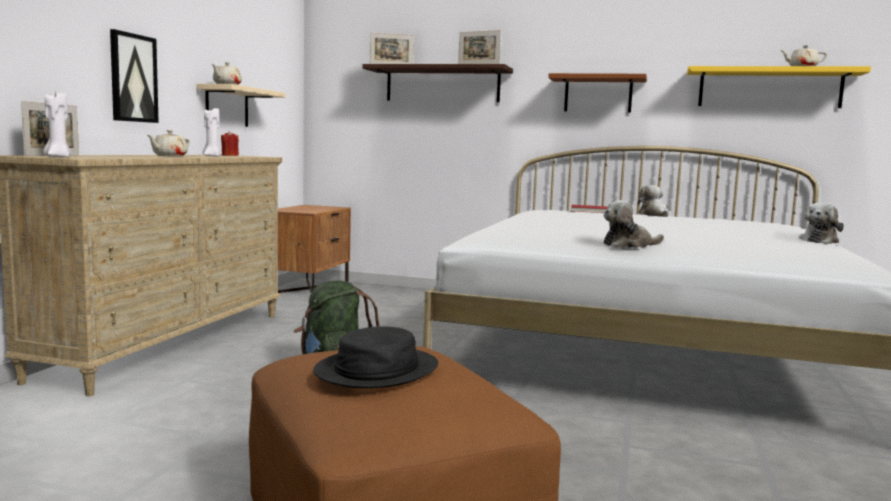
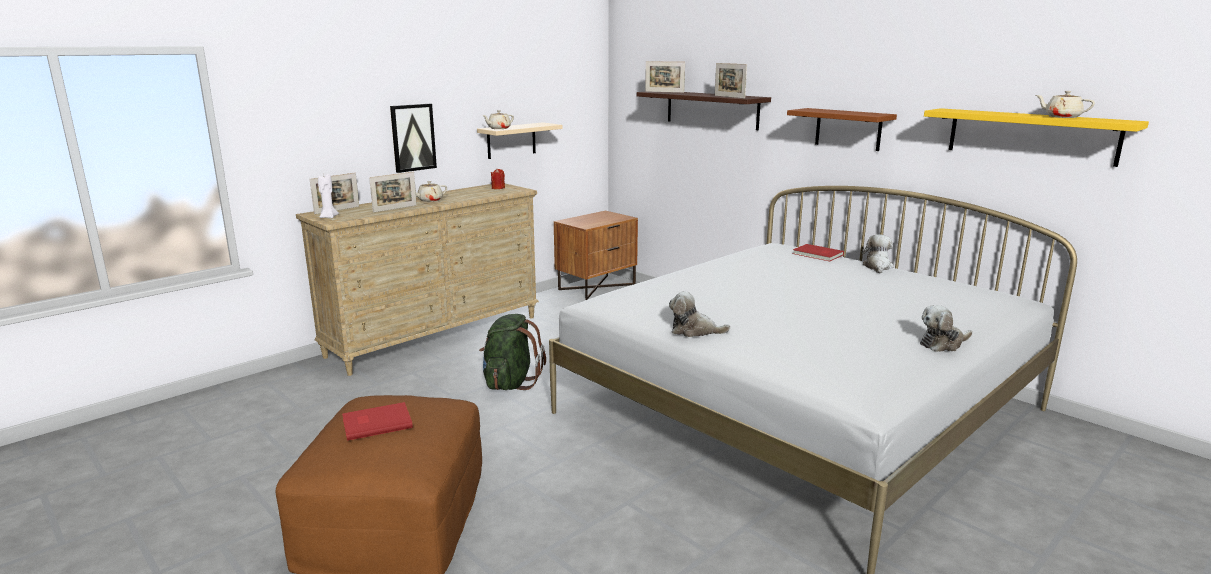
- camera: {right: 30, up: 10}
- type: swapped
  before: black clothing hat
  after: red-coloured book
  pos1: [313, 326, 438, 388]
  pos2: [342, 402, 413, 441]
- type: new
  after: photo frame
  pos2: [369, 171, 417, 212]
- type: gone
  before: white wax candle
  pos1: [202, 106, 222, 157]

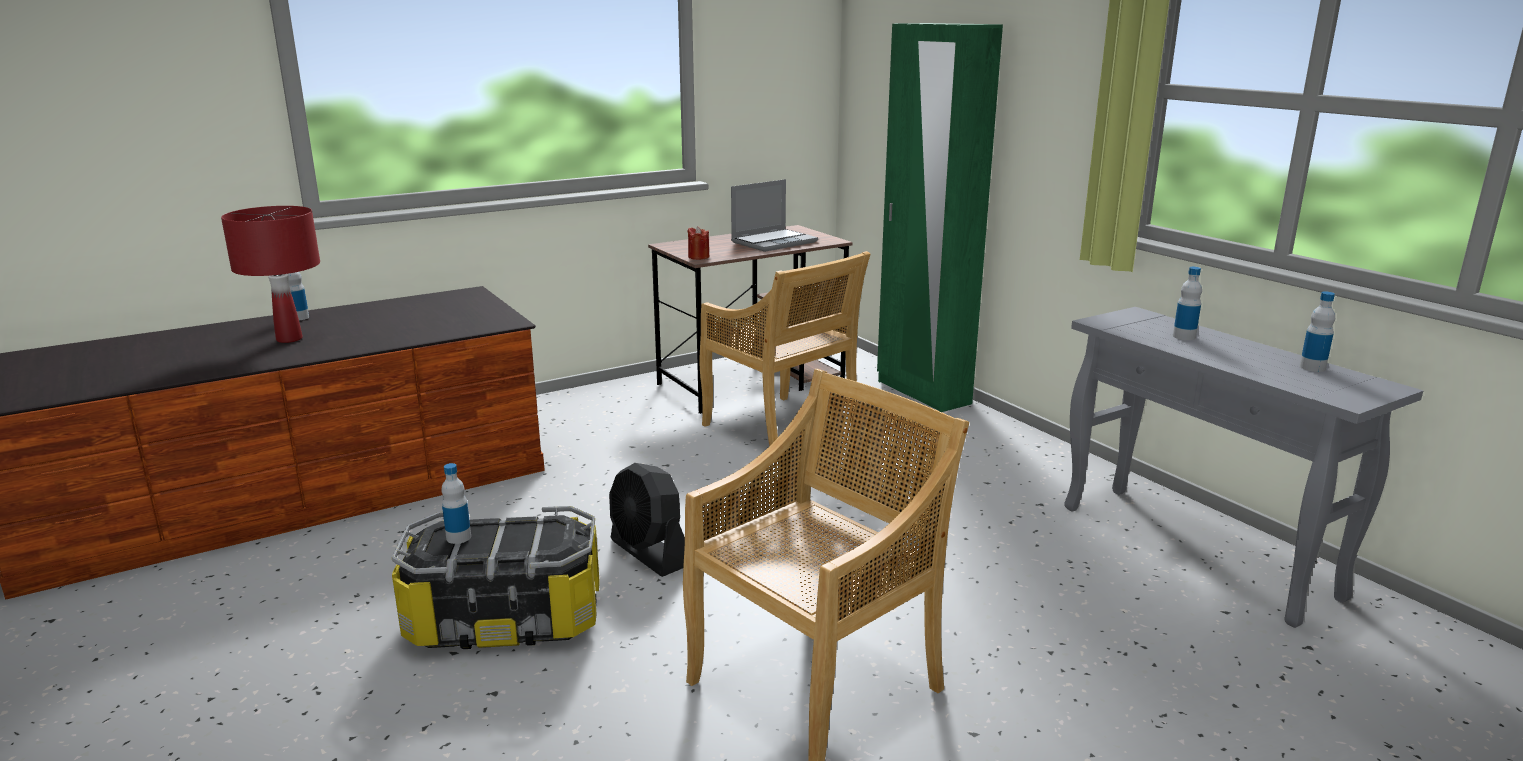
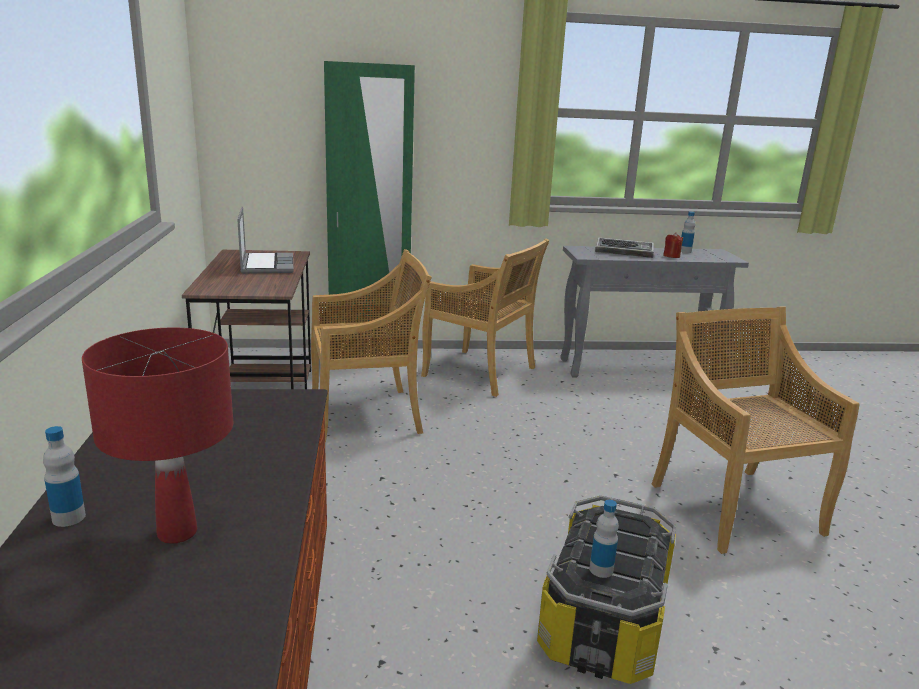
- camera: {right: -65, up: 0}
- type: new
  after: beige upright chair
  pos2: [421, 239, 549, 397]
- type: swapped
  before: drink bottle
  after: keyboard
  pos1: [1173, 267, 1202, 340]
  pos2: [595, 238, 654, 258]
- type: shifted
  before: red-coloured wax candle
  pos1: [687, 226, 709, 260]
  pos2: [663, 232, 684, 258]
- type: gone
  before: black cooling fan
  pos1: [609, 463, 685, 577]

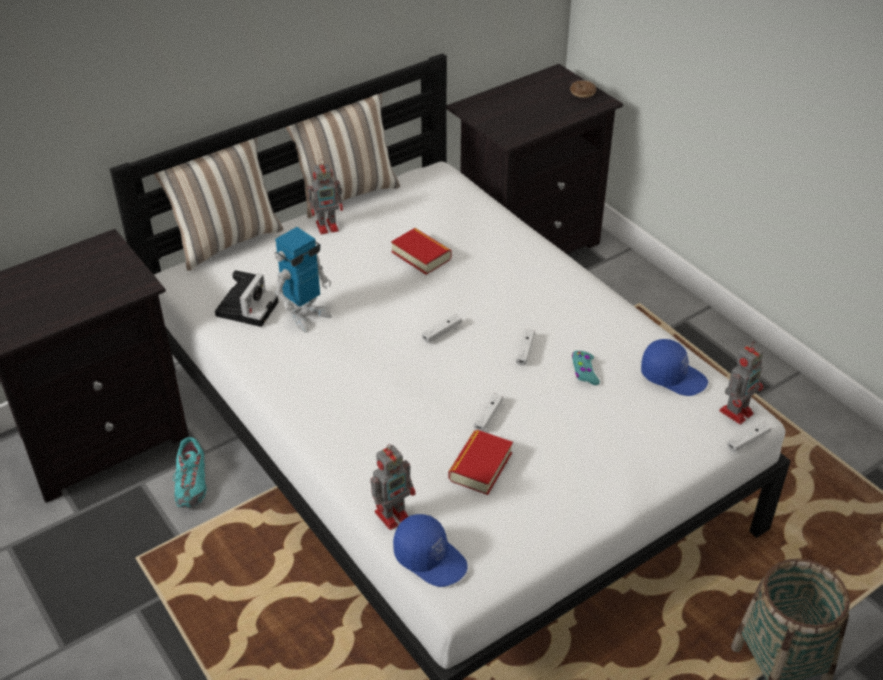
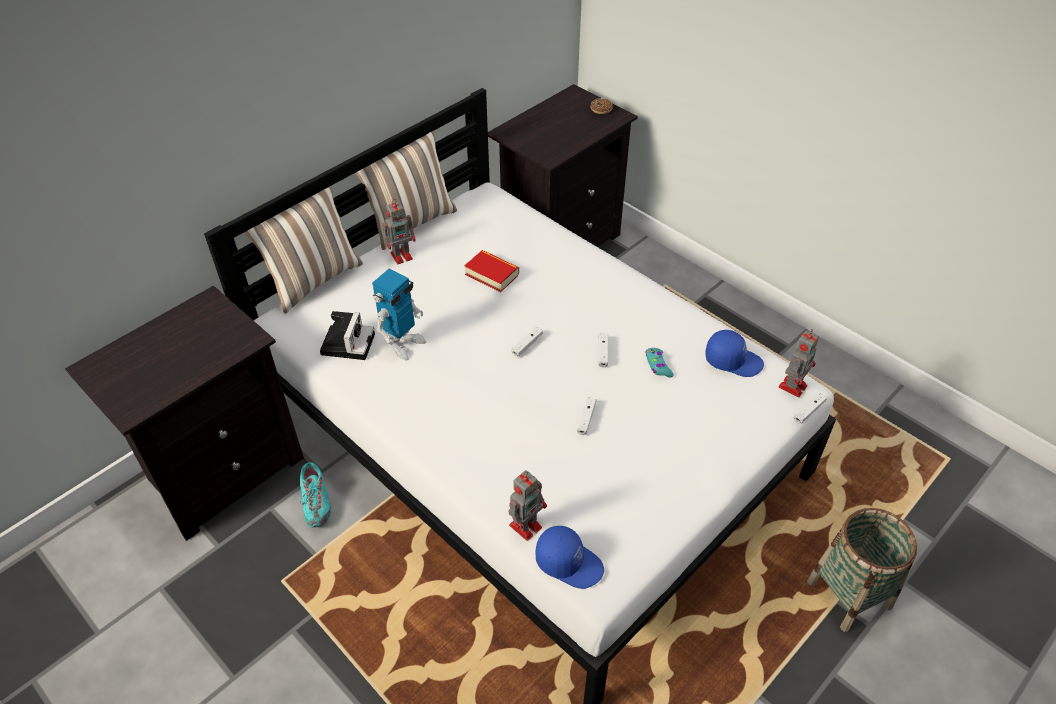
- camera: {right: -10, up: 5}
- type: gone
  before: book
  pos1: [448, 430, 513, 495]

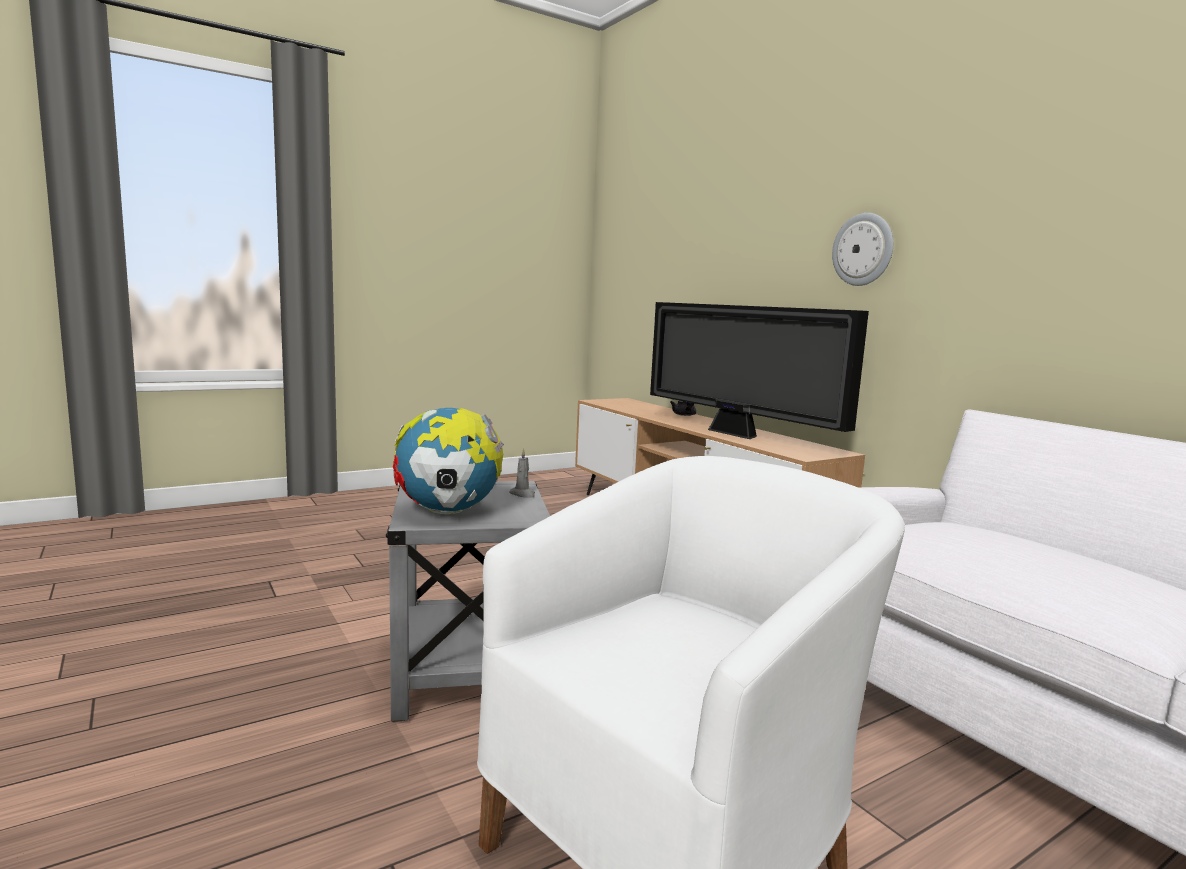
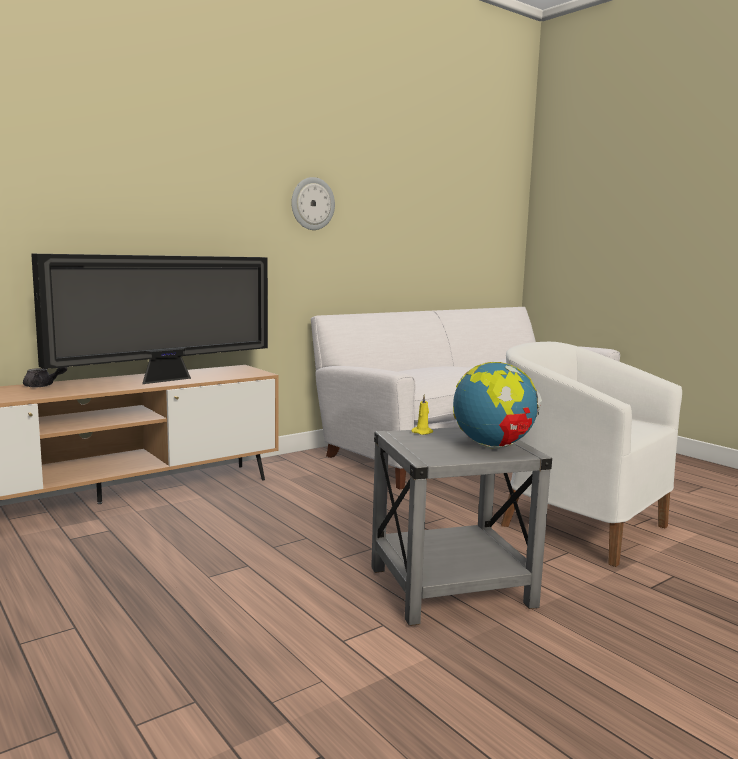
- camera: {right: -95, up: 0}
- type: shifted
  before: clock on the wall
  pos1: [832, 213, 893, 286]
  pos2: [291, 177, 335, 230]
- type: repainted
  before: grey wax candle
  after: yellow-coloured wax candle
  pos1: [509, 448, 535, 498]
  pos2: [412, 394, 433, 435]

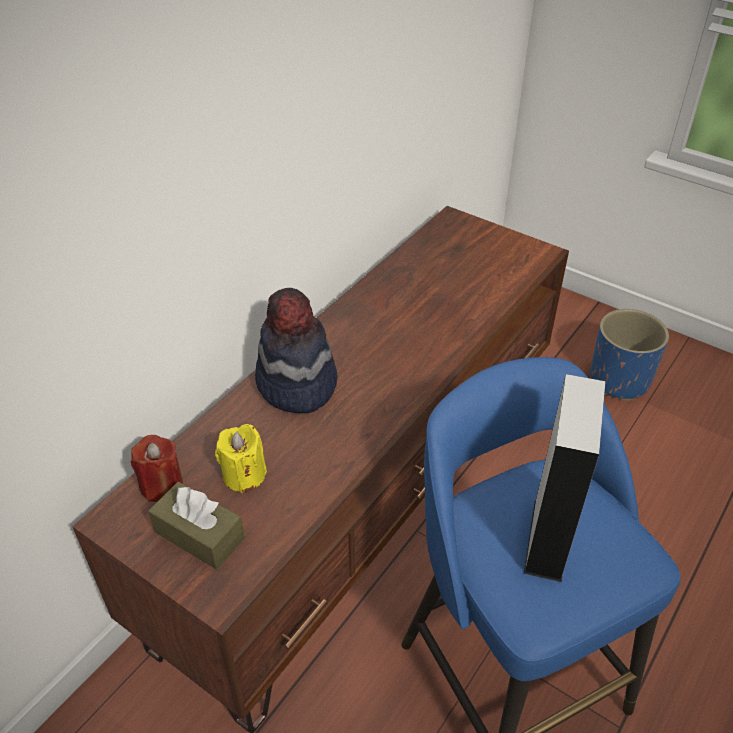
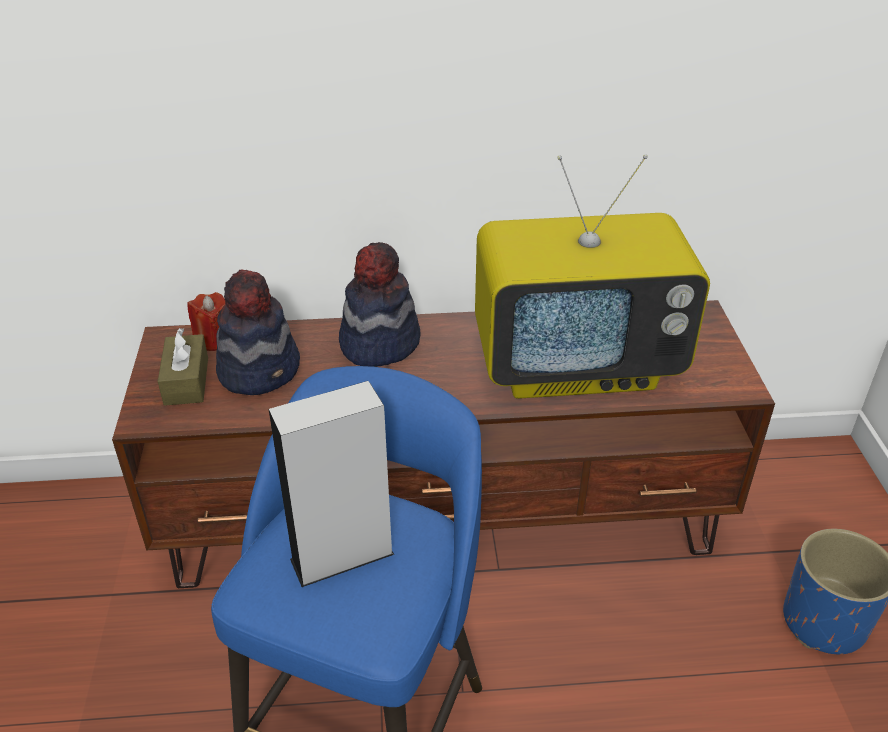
- camera: {right: 50, up: -5}
- type: swapped
  before: yellow-coloured wax candle
  after: clothing hat
  pos1: [215, 424, 267, 493]
  pos2: [216, 269, 300, 395]
- type: new
  after: television
  pos2: [475, 154, 710, 399]

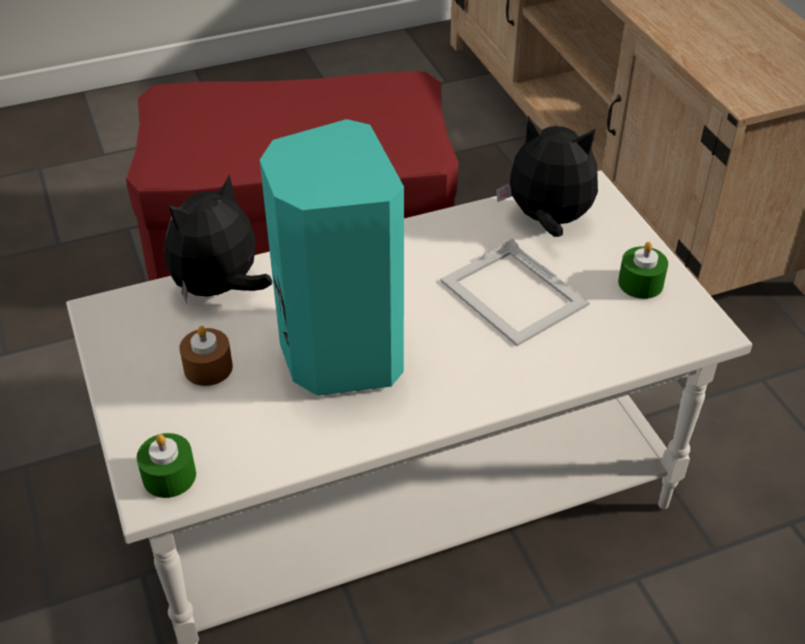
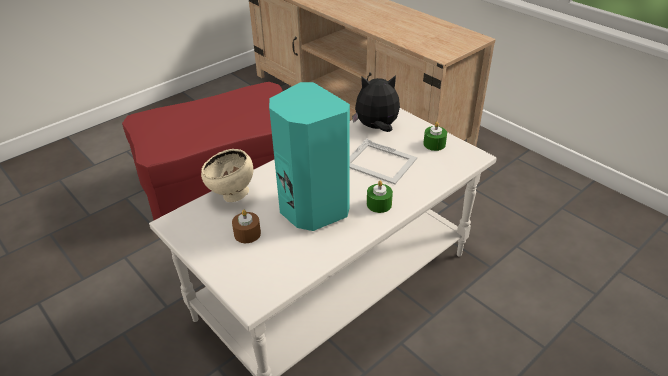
- camera: {right: -20, up: -5}
- type: swapped
  before: soft toy
  after: beige bowl
  pos1: [165, 174, 272, 303]
  pos2: [201, 149, 253, 202]
- type: shifted
  before: greenish wax candle
  pos1: [137, 433, 196, 498]
  pos2: [367, 181, 393, 213]

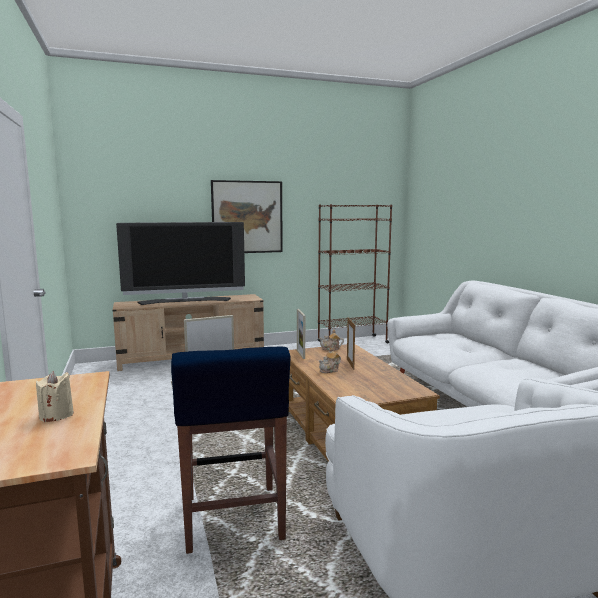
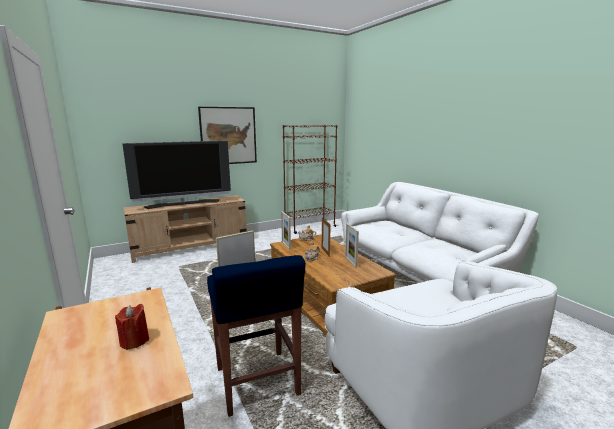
- camera: {right: -10, up: 5}
- type: repainted
  before: beige wax candle
  after: red-coloured wax candle
  pos1: [36, 371, 74, 422]
  pos2: [115, 304, 149, 350]
- type: new
  after: photo frame
  pos2: [345, 223, 359, 268]

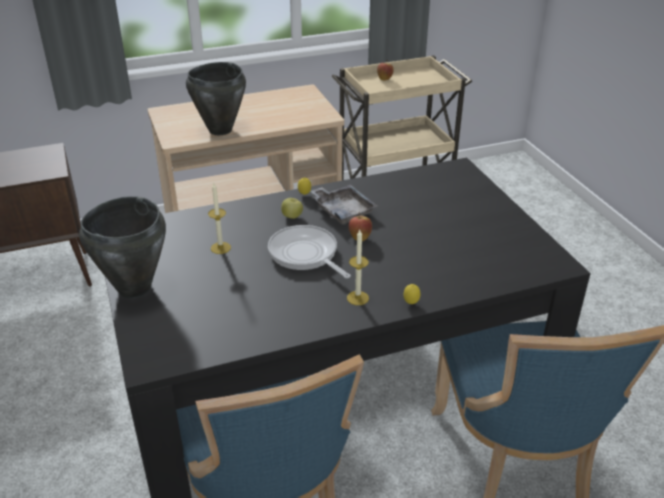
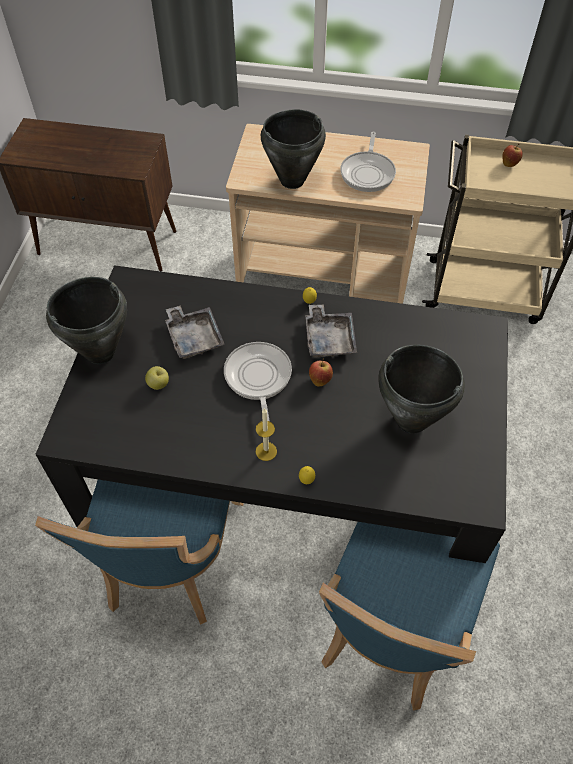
- camera: {right: 30, up: 20}
- type: shifted
  before: apple
  pos1: [281, 198, 303, 219]
  pos2: [145, 366, 169, 390]
- type: swapped
  before: wax candle
  after: grey carrying tray
  pos1: [208, 183, 231, 254]
  pos2: [165, 305, 225, 359]
- type: new
  after: skillet
  pos2: [340, 132, 396, 192]
- type: new
  after: black stockpot
  pos2: [378, 345, 465, 434]

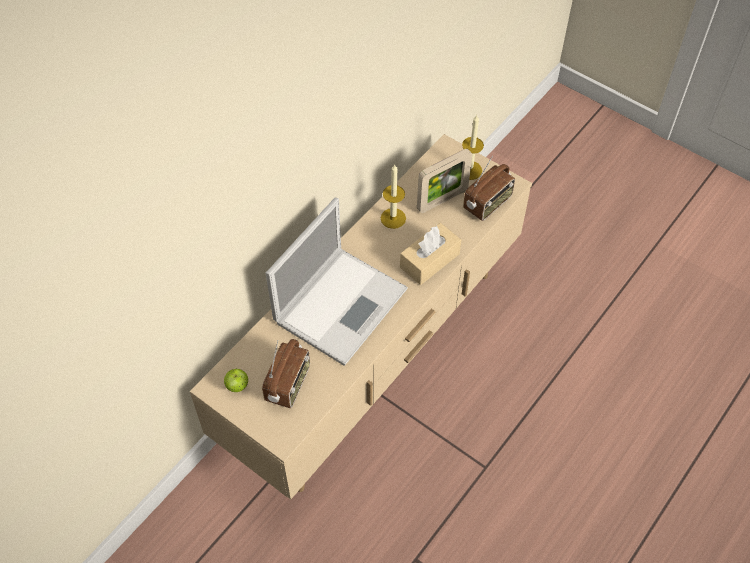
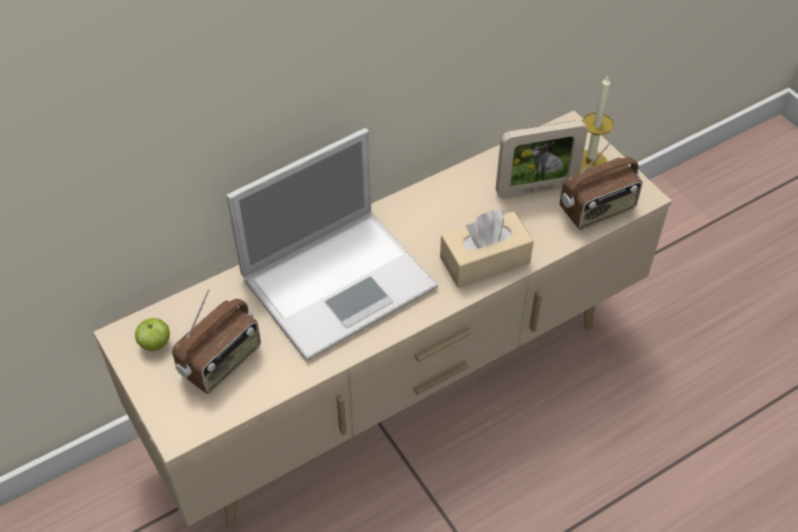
- camera: {right: 20, up: -5}
- type: gone
  before: wax candle
  pos1: [381, 165, 406, 229]

